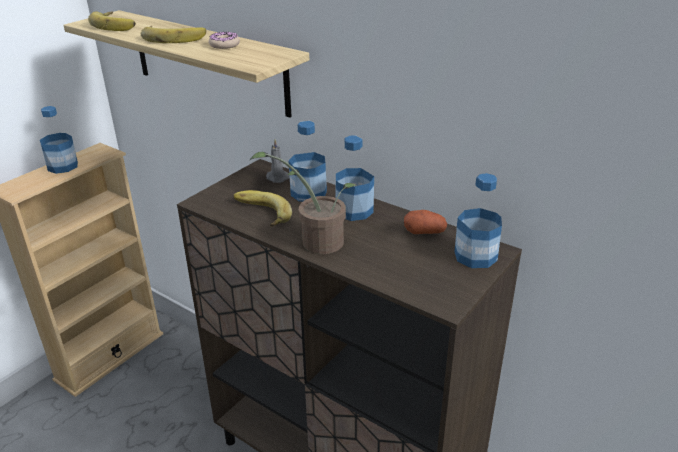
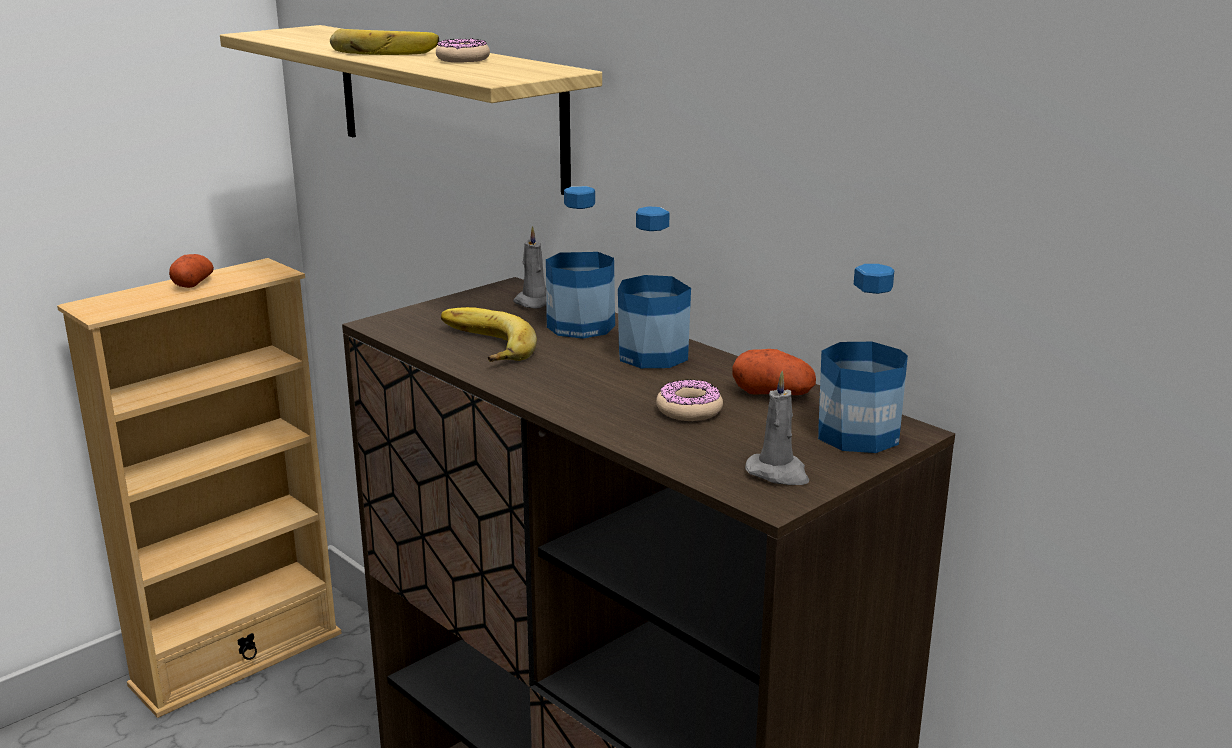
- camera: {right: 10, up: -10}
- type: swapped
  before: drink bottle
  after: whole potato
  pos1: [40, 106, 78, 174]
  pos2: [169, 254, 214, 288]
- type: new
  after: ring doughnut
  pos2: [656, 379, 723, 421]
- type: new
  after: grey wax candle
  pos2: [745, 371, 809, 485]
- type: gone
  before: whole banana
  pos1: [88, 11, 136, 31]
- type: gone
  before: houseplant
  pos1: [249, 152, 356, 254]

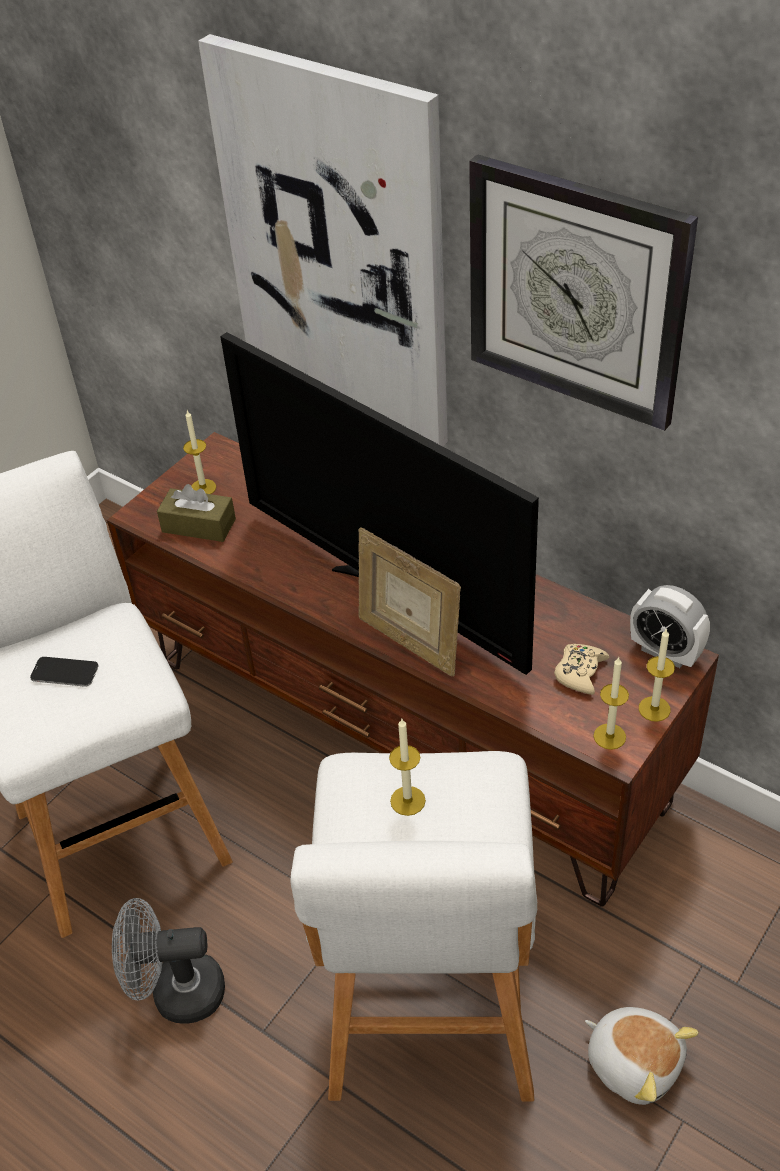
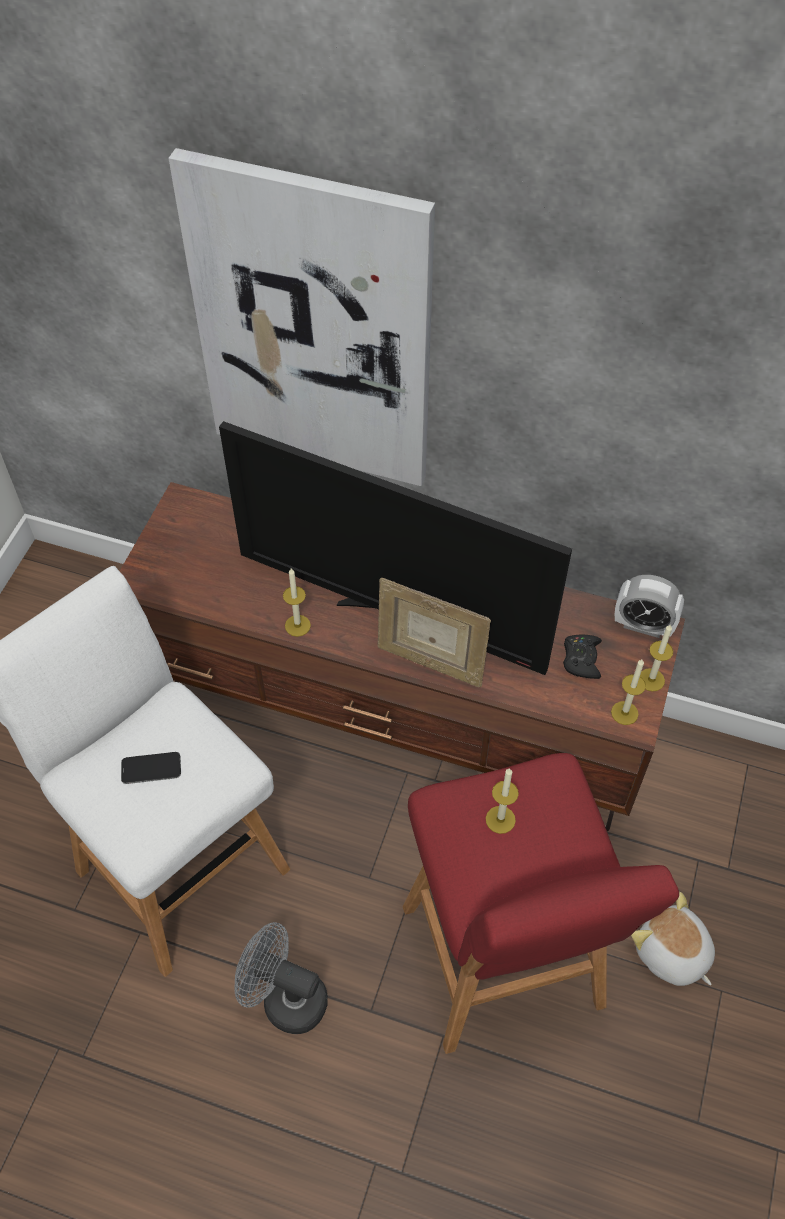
- camera: {right: -20, up: 10}
- type: rotated
  before: grey cooling fan
  pos1: [112, 898, 225, 1023]
  pos2: [234, 922, 328, 1034]
  turn: 45
- type: shifted
  before: wax candle
  pos1: [183, 411, 216, 494]
  pos2: [283, 568, 311, 637]
- type: repainted
  before: white sitting stool
  after: red-coloured sitting stool
  pos1: [291, 751, 537, 1102]
  pos2: [403, 753, 679, 1054]
- type: repainted
  before: beige joypad
  after: black joypad
  pos1: [554, 644, 609, 695]
  pos2: [563, 635, 602, 679]
- type: rotated
  before: soft toy
  pos1: [585, 1007, 699, 1105]
  pos2: [631, 892, 715, 986]
  turn: -150
- type: gone
  before: brown-coloured tissue holder
  pos1: [157, 484, 236, 542]
- type: gone
  before: clock on the wall
  pos1: [469, 154, 698, 431]

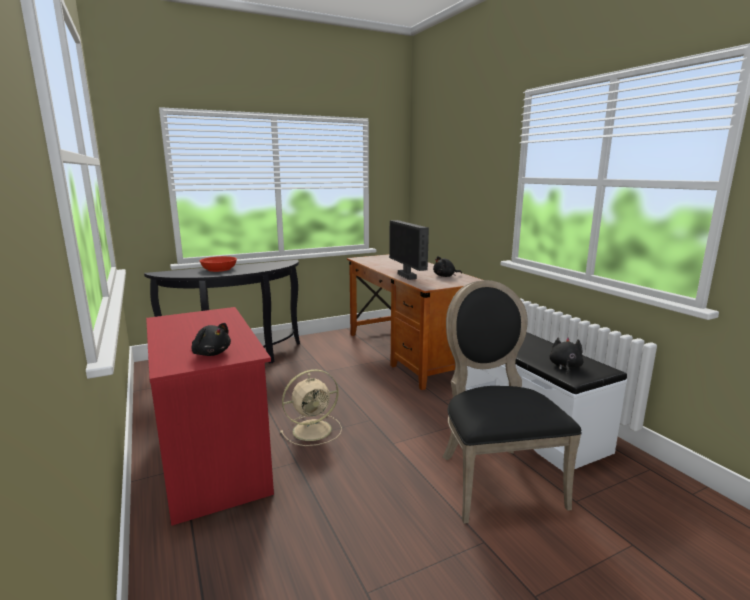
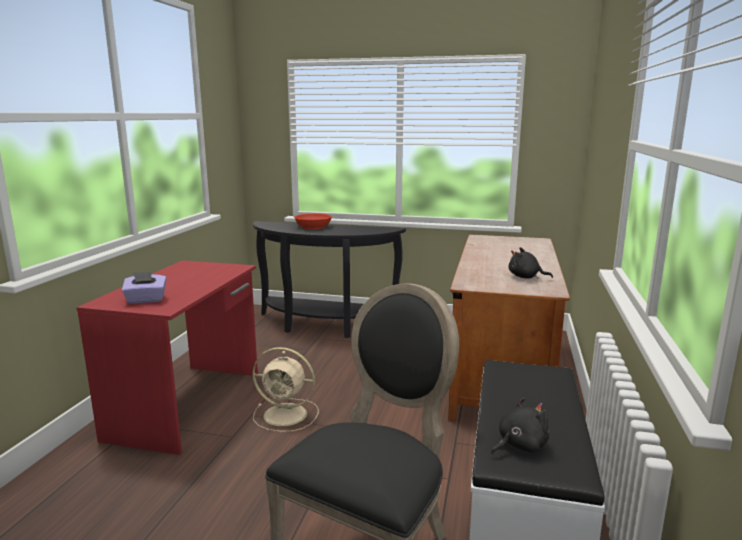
- camera: {right: 40, up: 0}
- type: swapped
  before: black soft toy
  after: purple tissue holder
  pos1: [191, 323, 231, 356]
  pos2: [122, 272, 166, 304]
- type: gone
  before: computer display
  pos1: [389, 220, 429, 280]

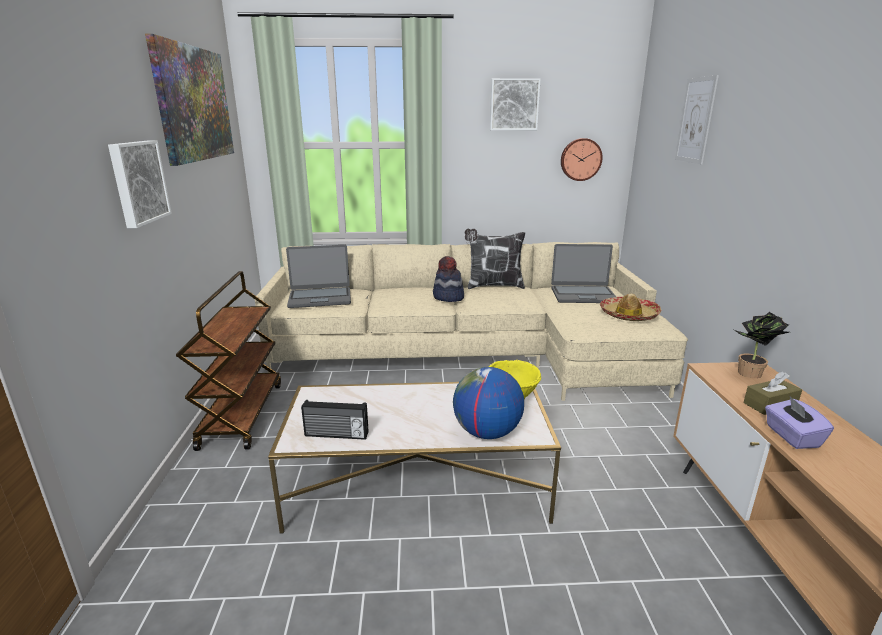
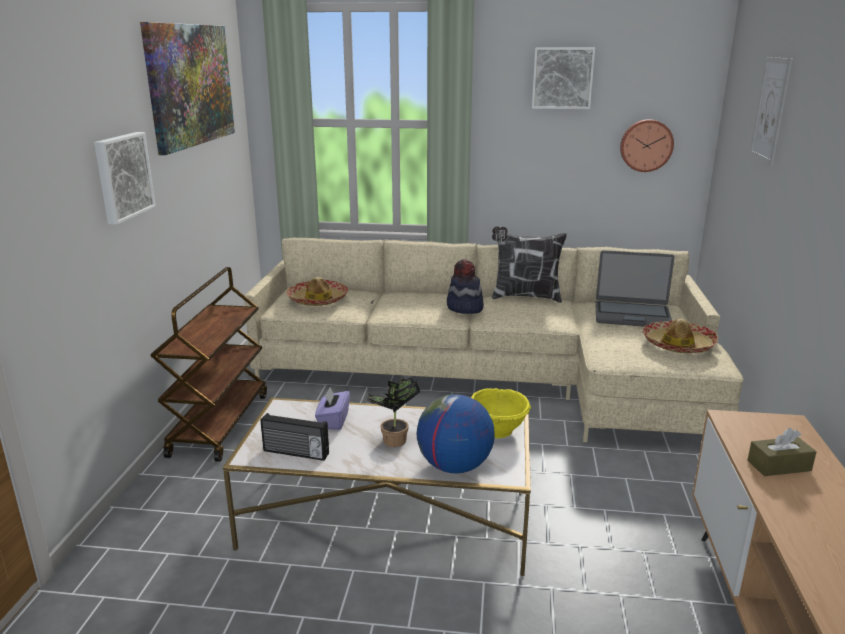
- camera: {right: 10, up: 0}
- type: swapped
  before: laptop
  after: clothing hat
  pos1: [286, 245, 351, 308]
  pos2: [286, 277, 348, 306]
- type: shifted
  before: purple tissue holder
  pos1: [765, 396, 834, 449]
  pos2: [315, 387, 350, 430]
- type: shifted
  before: houseplant
  pos1: [735, 312, 789, 378]
  pos2: [366, 377, 420, 447]

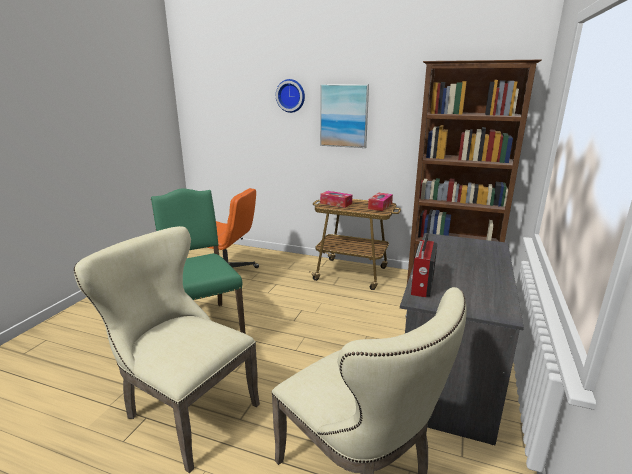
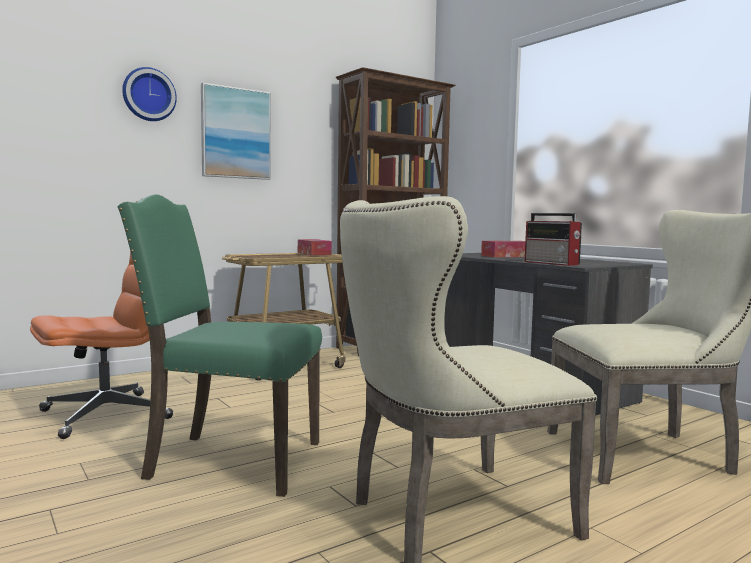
- camera: {right: -55, up: -15}
- type: shifted
  before: tissue holder
  pos1: [320, 191, 352, 208]
  pos2: [481, 241, 525, 257]

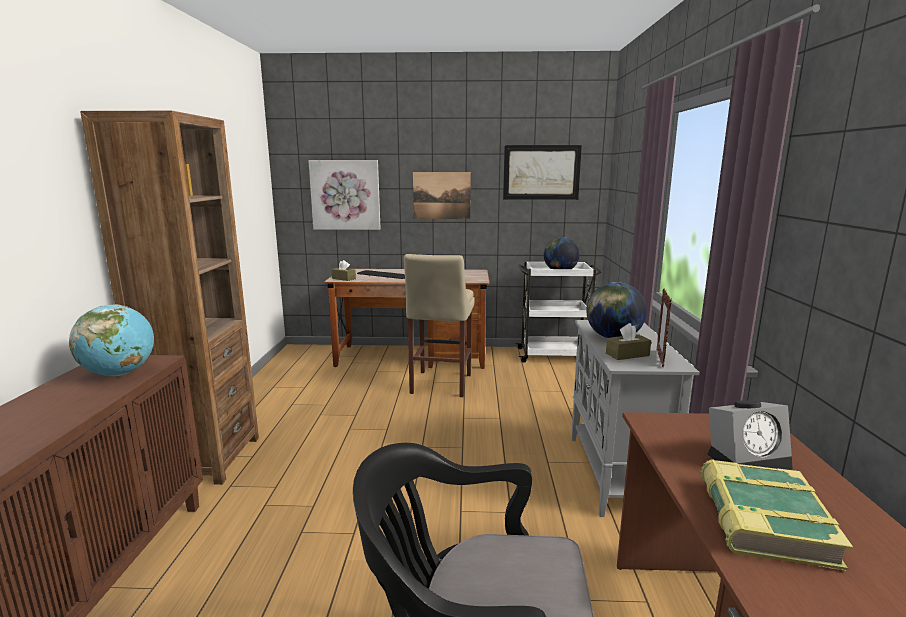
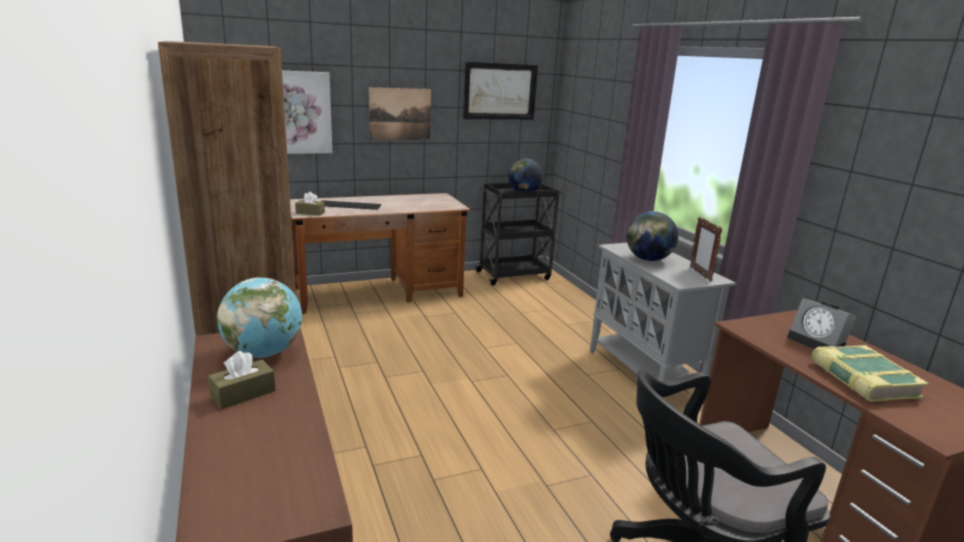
- camera: {right: -25, up: 5}
- type: shifted
  before: brown-coloured tissue holder
  pos1: [606, 323, 651, 360]
  pos2: [208, 351, 276, 409]
- type: repainted
  before: white wheeled cart
  after: black wheeled cart
  pos1: [515, 262, 602, 363]
  pos2: [475, 183, 563, 286]
- type: rotated
  before: alarm clock
  pos1: [708, 400, 793, 470]
  pos2: [787, 298, 857, 349]
  turn: 90
- type: gone
  before: beige sitting stool
  pos1: [404, 254, 475, 397]

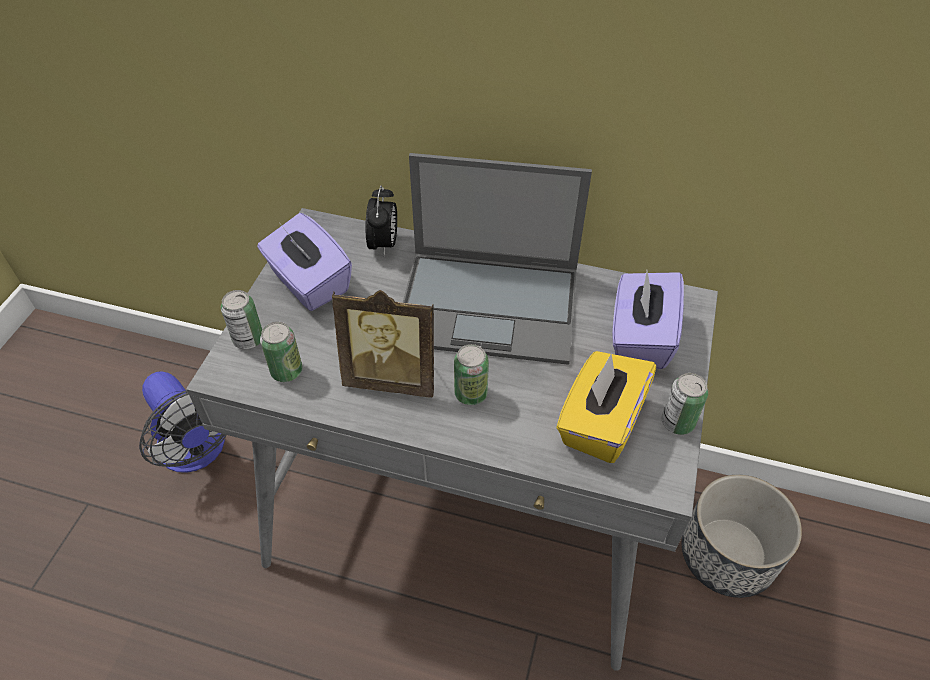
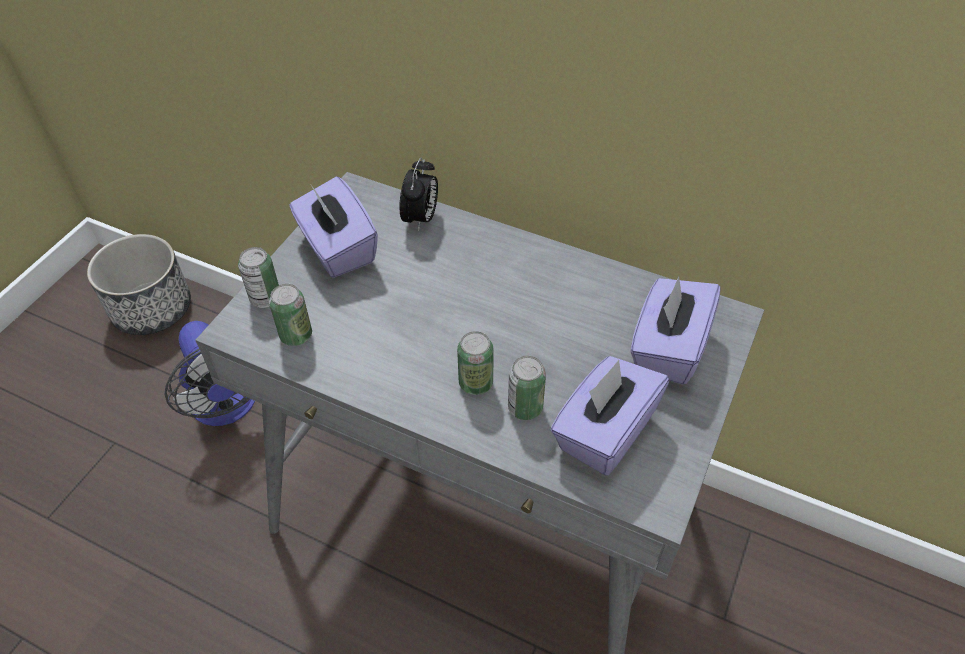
- camera: {right: 10, up: 0}
- type: shifted
  before: planter
  pos1: [682, 475, 802, 598]
  pos2: [87, 234, 191, 335]
- type: shifted
  before: sealed can
  pos1: [662, 373, 708, 435]
  pos2: [508, 356, 546, 420]
- type: repainted
  before: yellow-coloured tissue holder
  after: purple tissue holder
  pos1: [556, 351, 656, 463]
  pos2: [550, 356, 669, 476]
- type: gone
  before: photo frame
  pos1: [332, 290, 434, 398]
- type: gone
  before: laptop
  pos1: [403, 153, 592, 365]

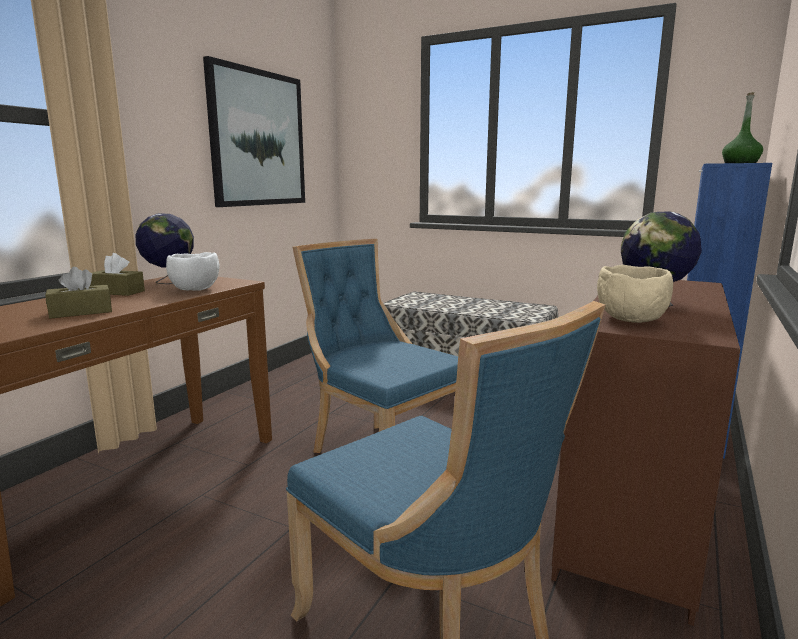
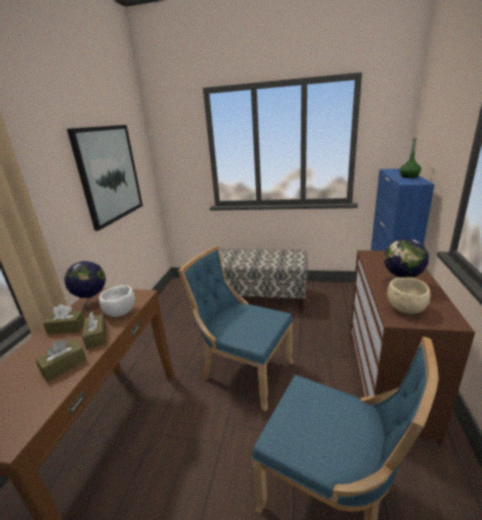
- camera: {right: -15, up: 10}
- type: new
  after: brown-coloured tissue holder
  pos2: [82, 312, 106, 349]

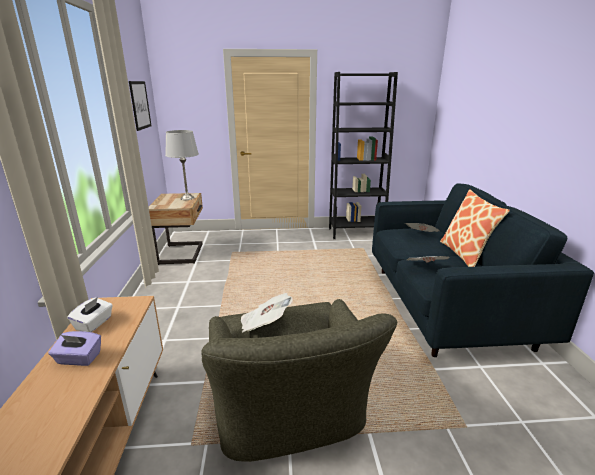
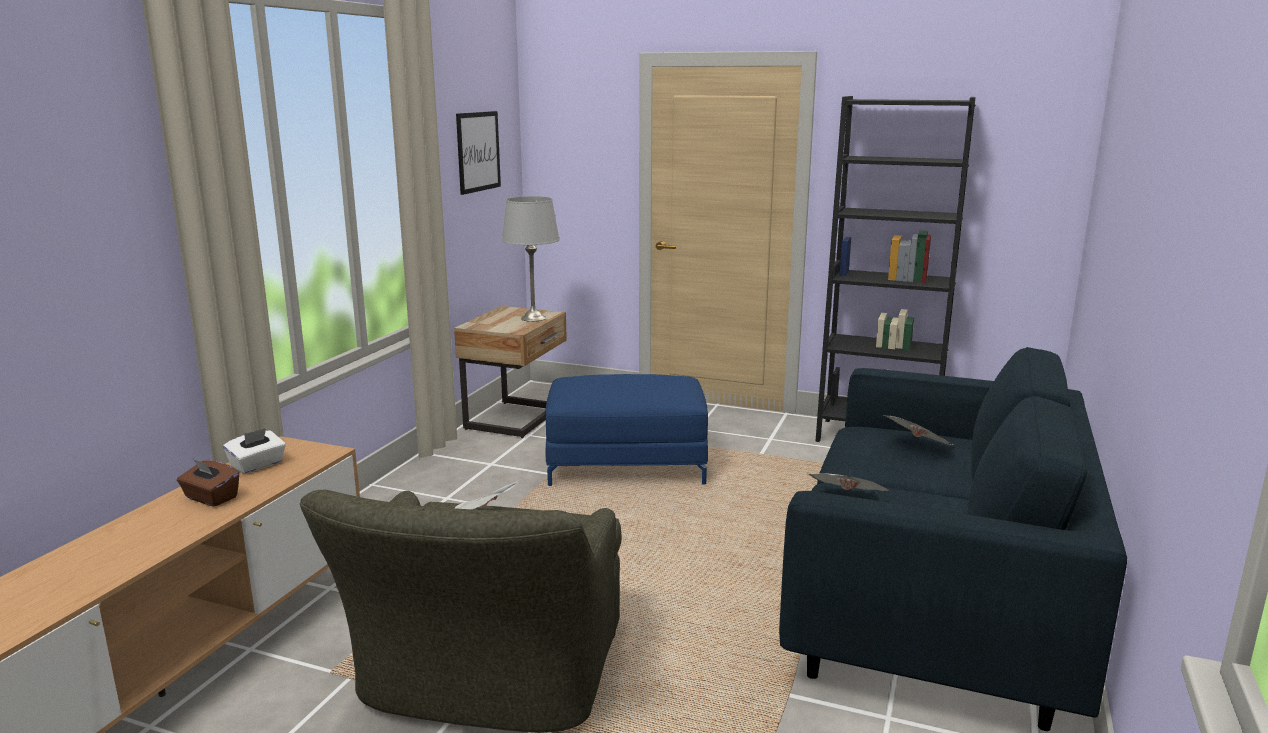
- camera: {right: 25, up: -5}
- type: repainted
  before: purple tissue holder
  after: brown-coloured tissue holder
  pos1: [48, 331, 101, 366]
  pos2: [177, 459, 239, 507]
- type: new
  after: blue footrest
  pos2: [546, 374, 708, 486]
- type: gone
  before: pillow
  pos1: [440, 190, 510, 267]

